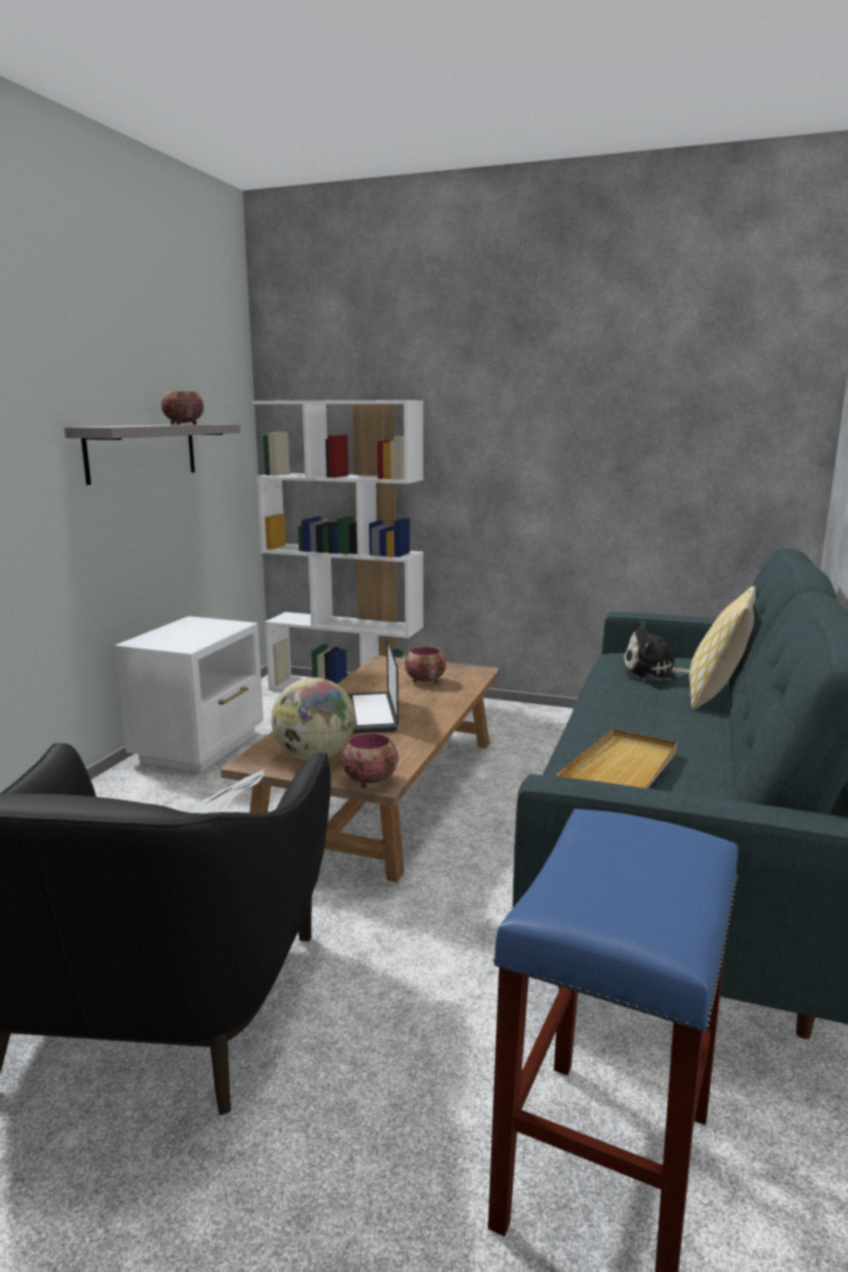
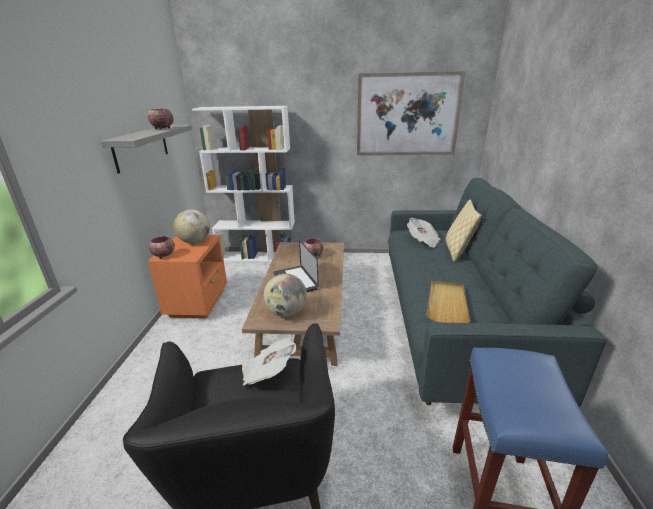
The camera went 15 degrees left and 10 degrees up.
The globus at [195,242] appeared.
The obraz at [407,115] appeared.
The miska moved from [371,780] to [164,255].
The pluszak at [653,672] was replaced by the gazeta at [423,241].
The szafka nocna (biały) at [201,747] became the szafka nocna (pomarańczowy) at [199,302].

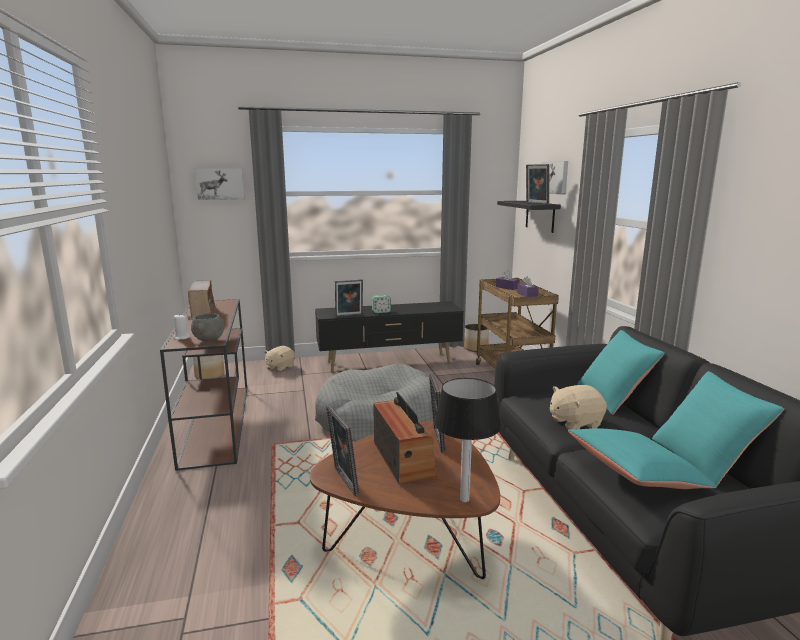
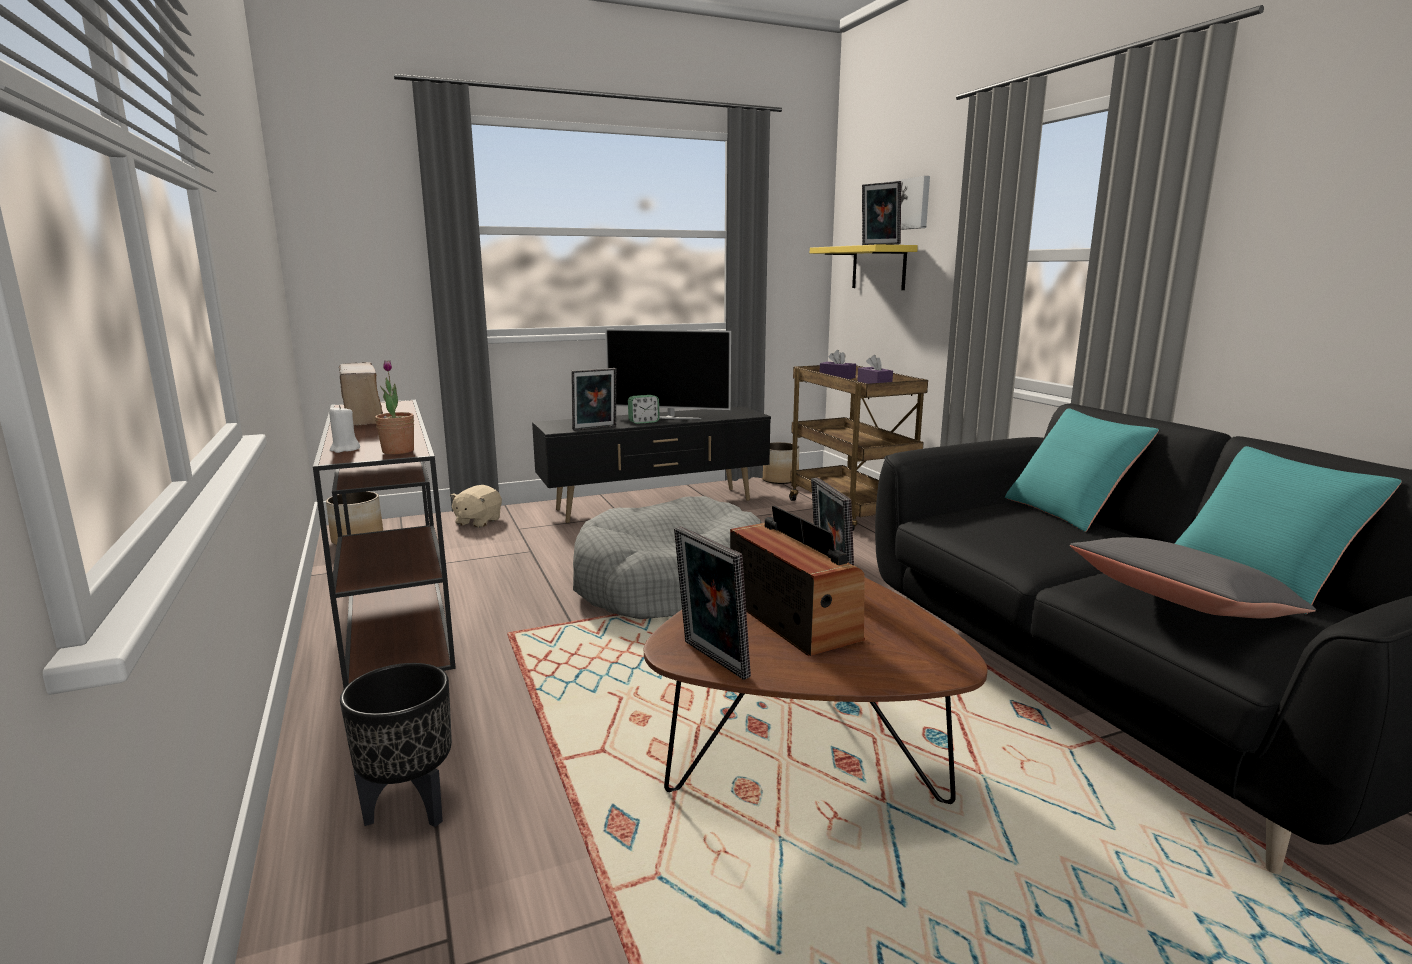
The camera went 10 degrees left and 0 degrees up.
The obraz at [220,184] disappeared.
The lampa stołowa at [465,499] disappeared.
The pluszak (beżowy) at [574,422] disappeared.
The donica (czarny) at [410,809] appeared.
The telewizor at [669,417] appeared.
The miska (szary) at [208,340] was replaced by the roślina doniczkowa at [398,451].
The półka (czarny) at [540,216] became the półka (żółty) at [878,267].
The poduszka (turkusowy) at [635,475] became the poduszka (szary) at [1182,607].

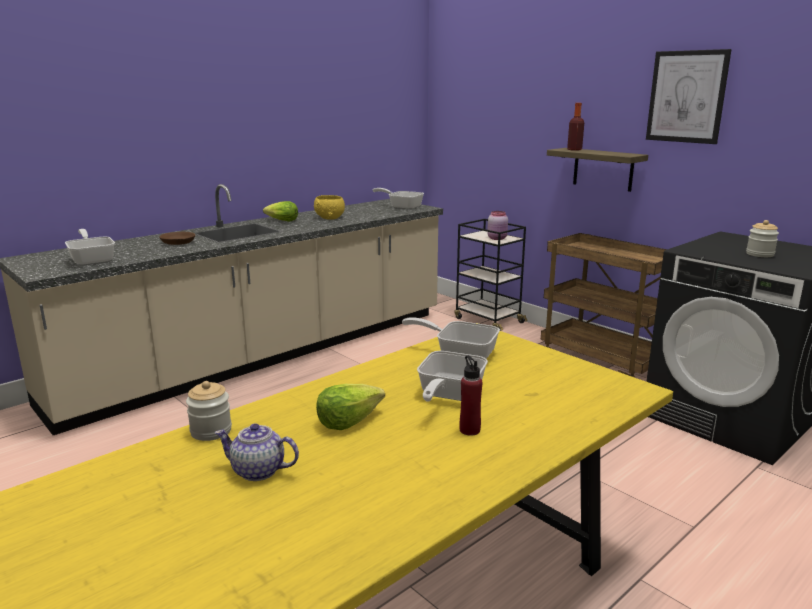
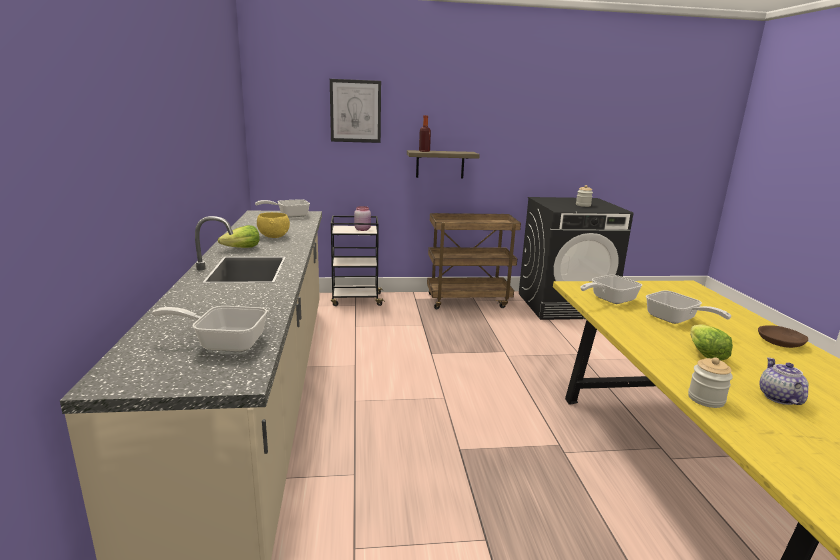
The camera went 55 degrees left and 0 degrees up.
The butelka (czerwony) at [469,430] disappeared.
The miska (brązowy) moved from [178,243] to [781,342].
The obraz moved from [686,97] to [355,111].
The imbryk at [257,471] turned 135 degrees clockwise.

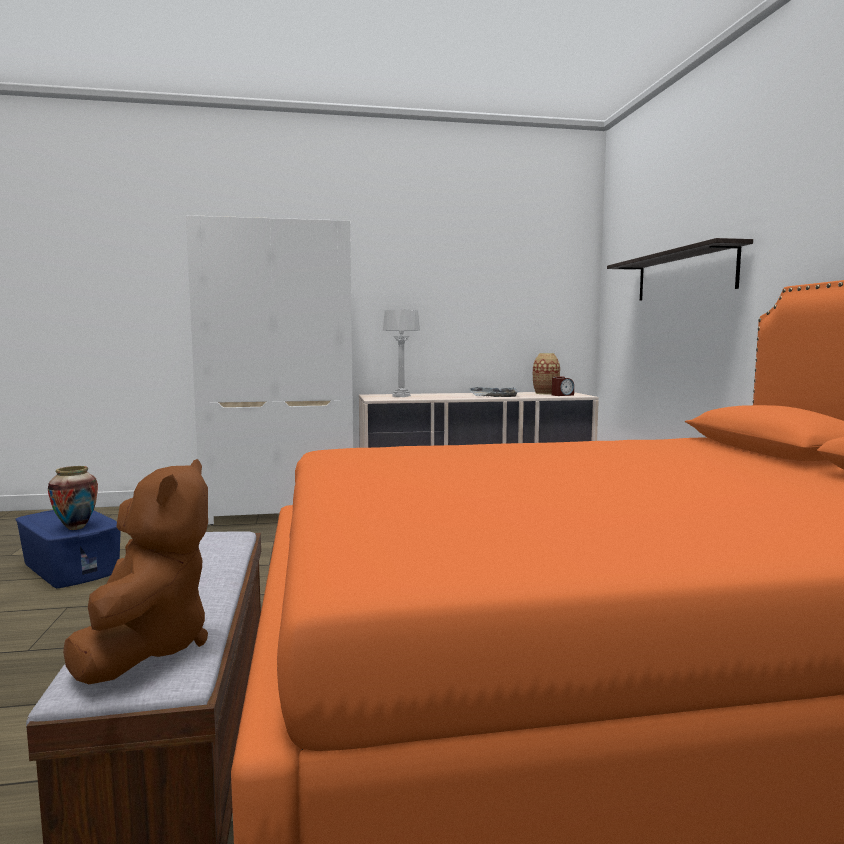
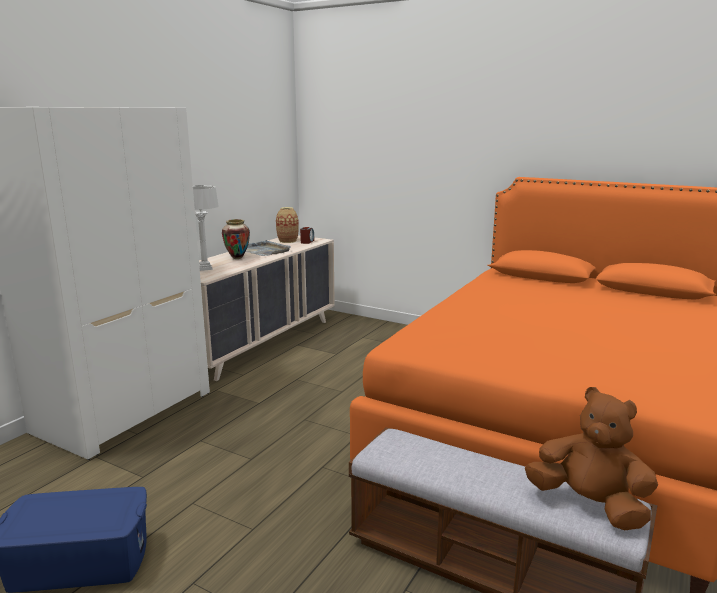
The camera went 50 degrees left and 10 degrees up.
The półka at [684,275] disappeared.
The wazon moved from [76,528] to [237,258].

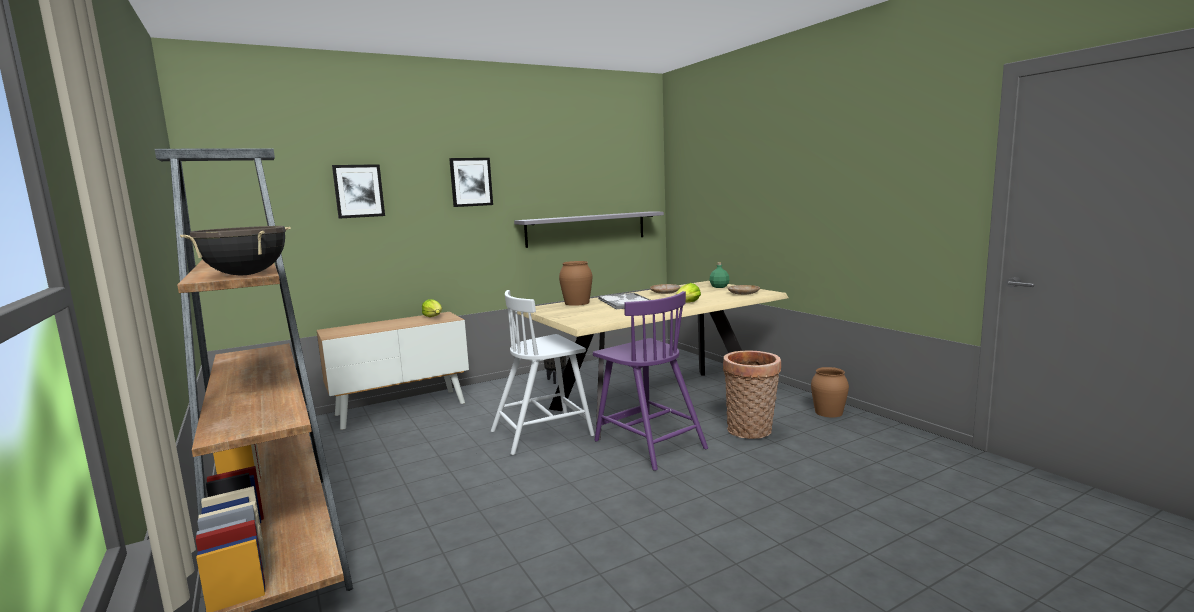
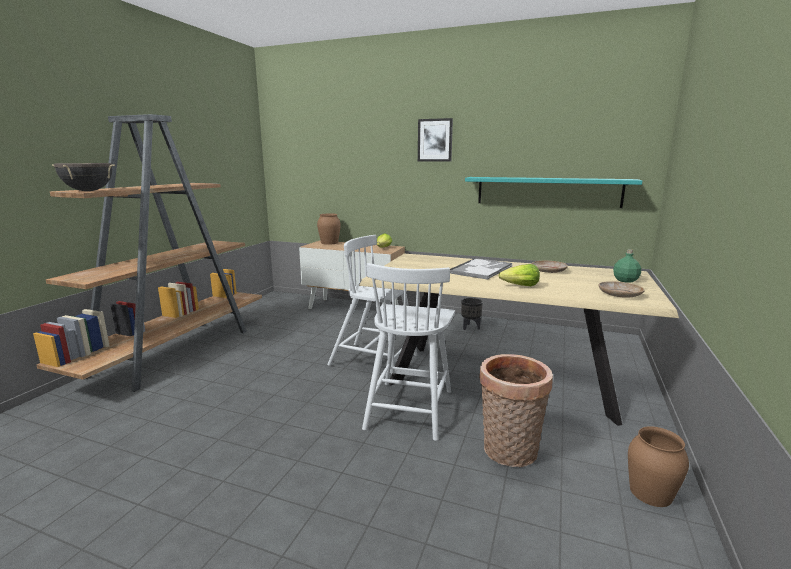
The camera went 50 degrees right and 5 degrees up.
The obraz at [358,191] disappeared.
The wazon (brązowy) moved from [577,303] to [329,243].
The półka (szary) at [586,228] became the półka (turkusowy) at [547,191].
The krzesło (fioletowy) at [648,443] became the krzesło (biały) at [409,408].

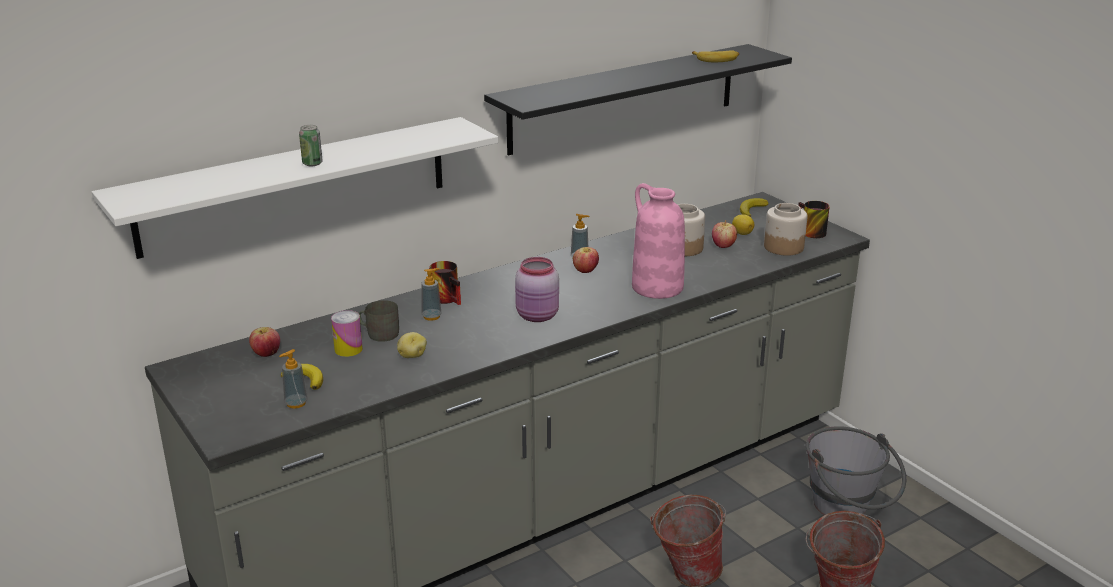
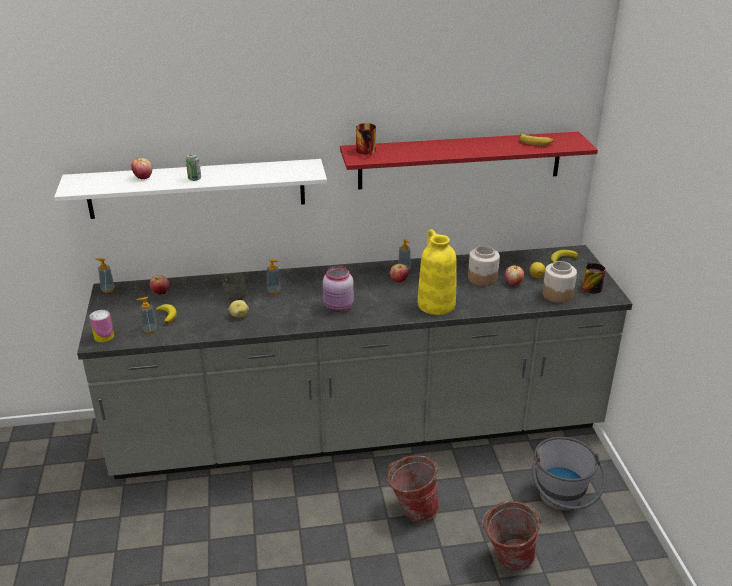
The camera went 25 degrees right and 5 degrees up.
The dozownik mydła at [108,289] appeared.
The jabłko at [143,177] appeared.
The puszka moved from [348,349] to [104,336].
The kubek moved from [449,298] to [368,151].
The półka (czarny) at [624,98] became the półka (czerwony) at [460,160].
The wazon (różowy) at [656,287] became the wazon (żółty) at [435,304].

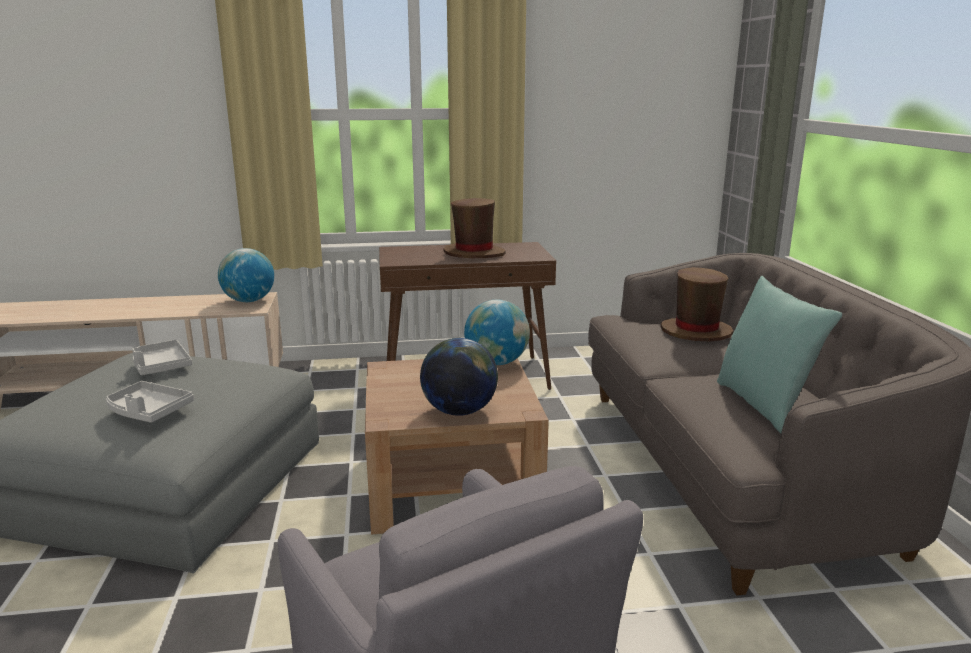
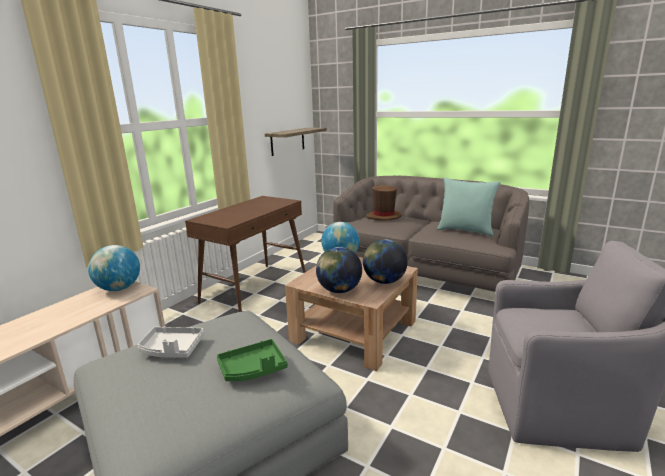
The camera went 50 degrees left and 0 degrees up.
The kapelusz (brązowy) at [474,253] disappeared.
The półka at [287,141] appeared.
The globus at [339,290] appeared.
The taca (szary) at [148,411] became the taca (zielony) at [253,369].

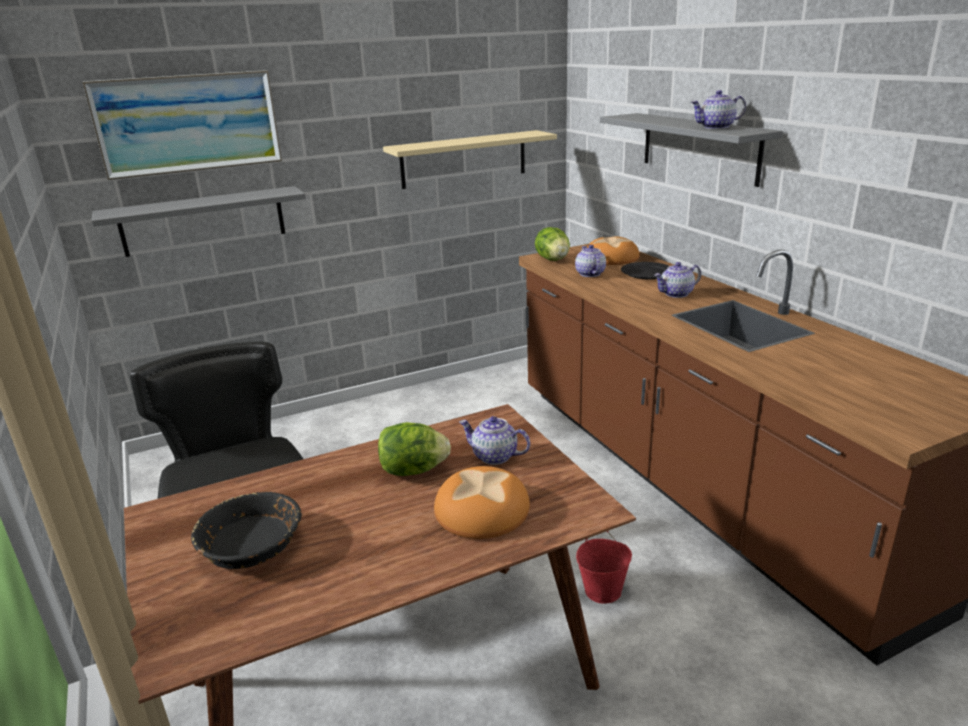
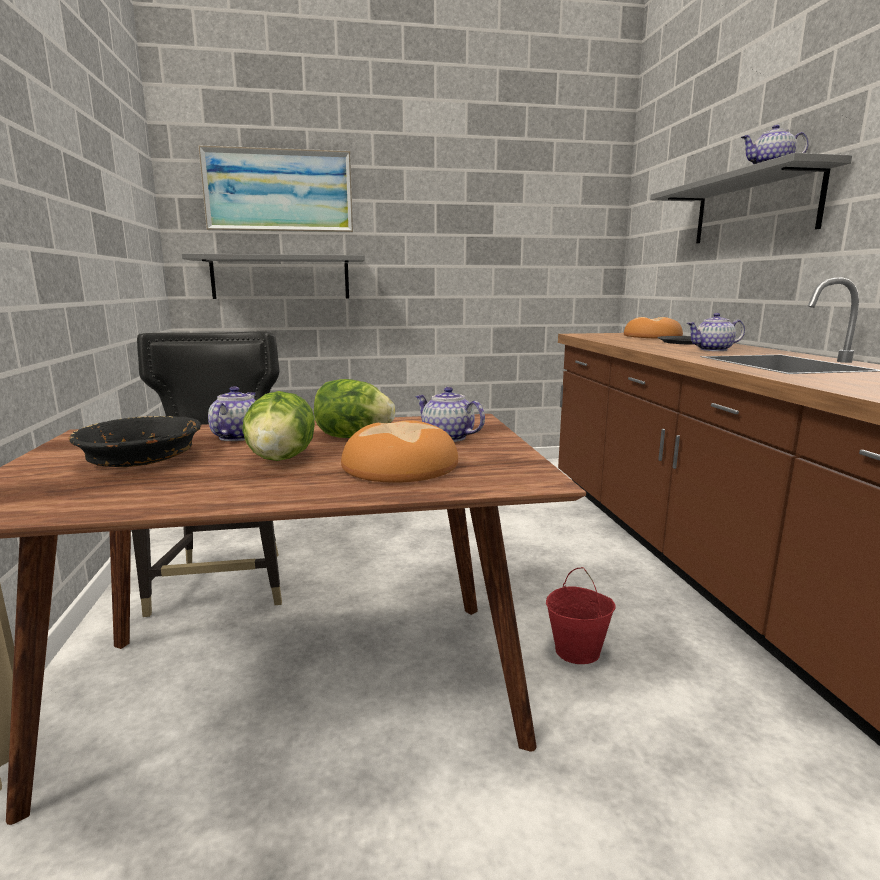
The camera went 15 degrees right and 10 degrees down.
The półka (beżowy) at [464,159] disappeared.
The sałata moved from [553,260] to [281,459].
The imbryk moved from [589,274] to [237,437].

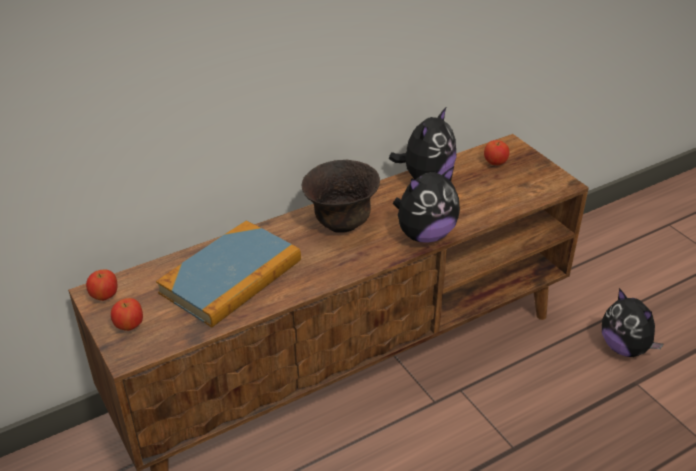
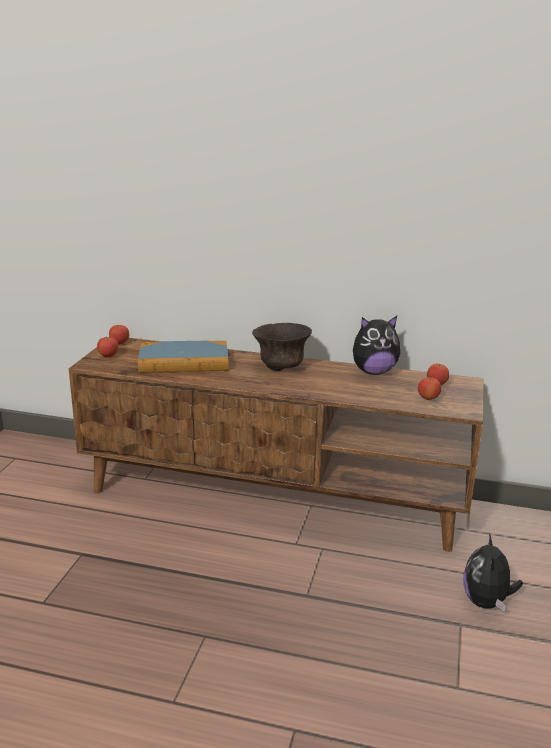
The camera went 45 degrees right and 15 degrees down.
The pluszak at [424,235] disappeared.
The jabłko at [428,398] appeared.

